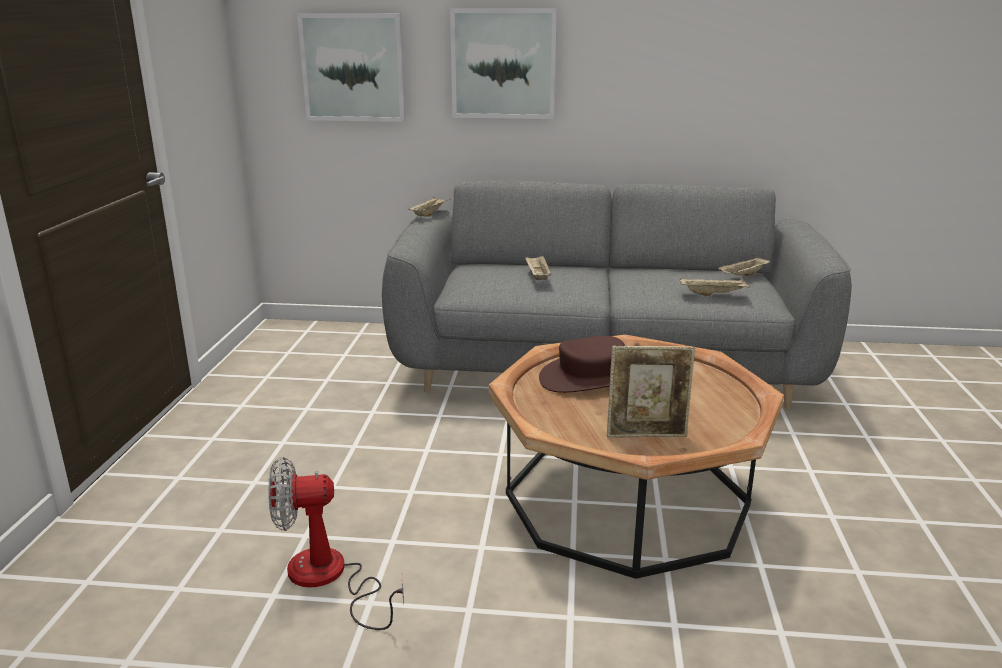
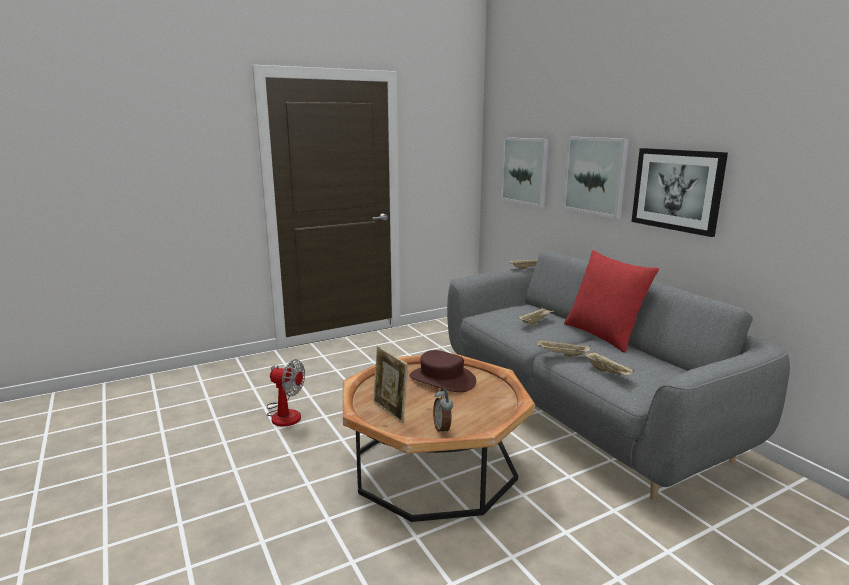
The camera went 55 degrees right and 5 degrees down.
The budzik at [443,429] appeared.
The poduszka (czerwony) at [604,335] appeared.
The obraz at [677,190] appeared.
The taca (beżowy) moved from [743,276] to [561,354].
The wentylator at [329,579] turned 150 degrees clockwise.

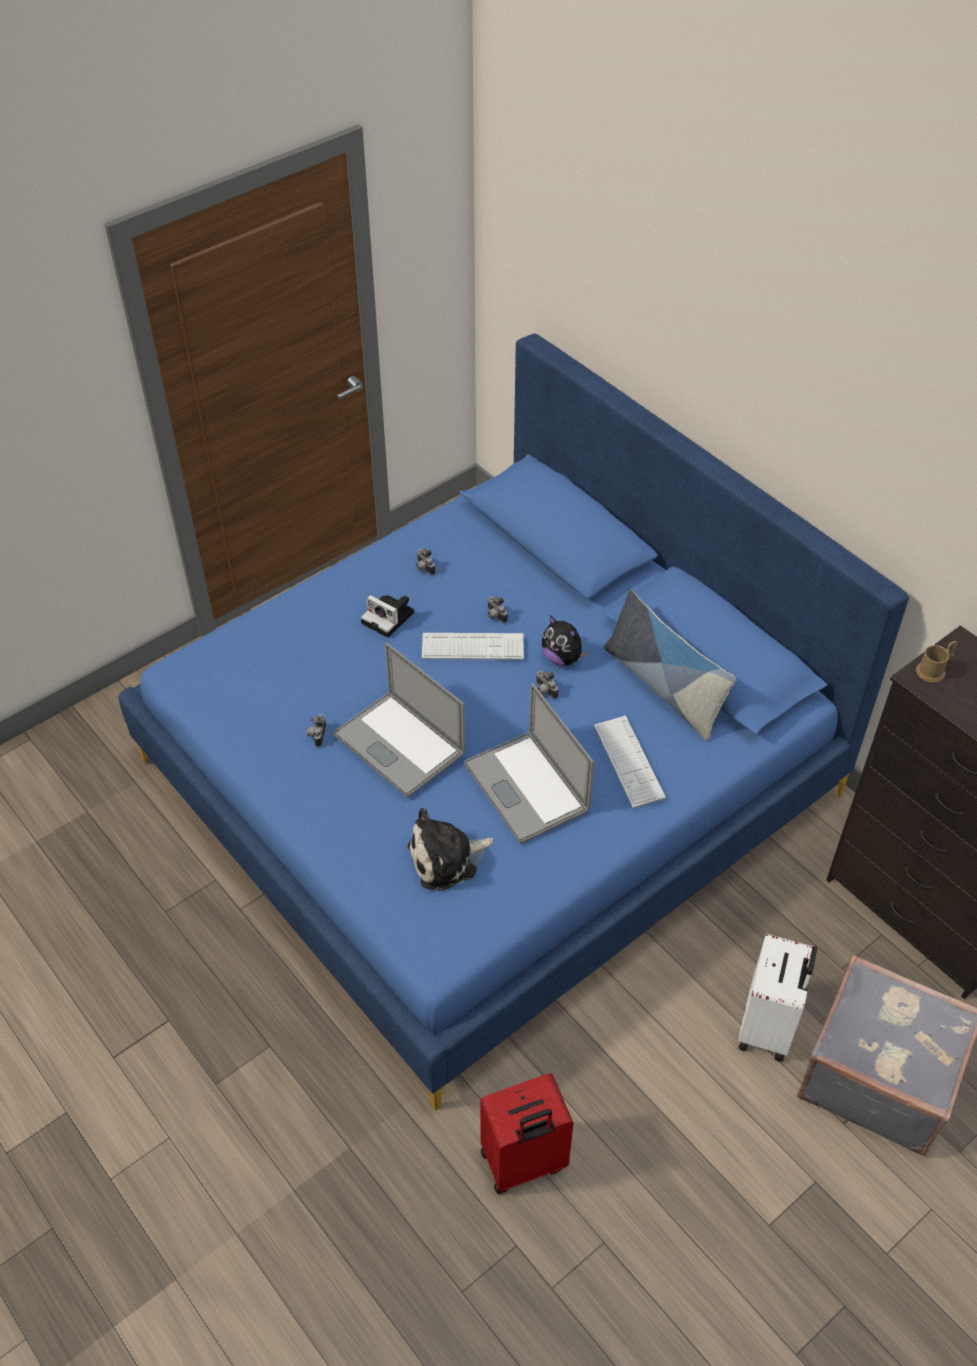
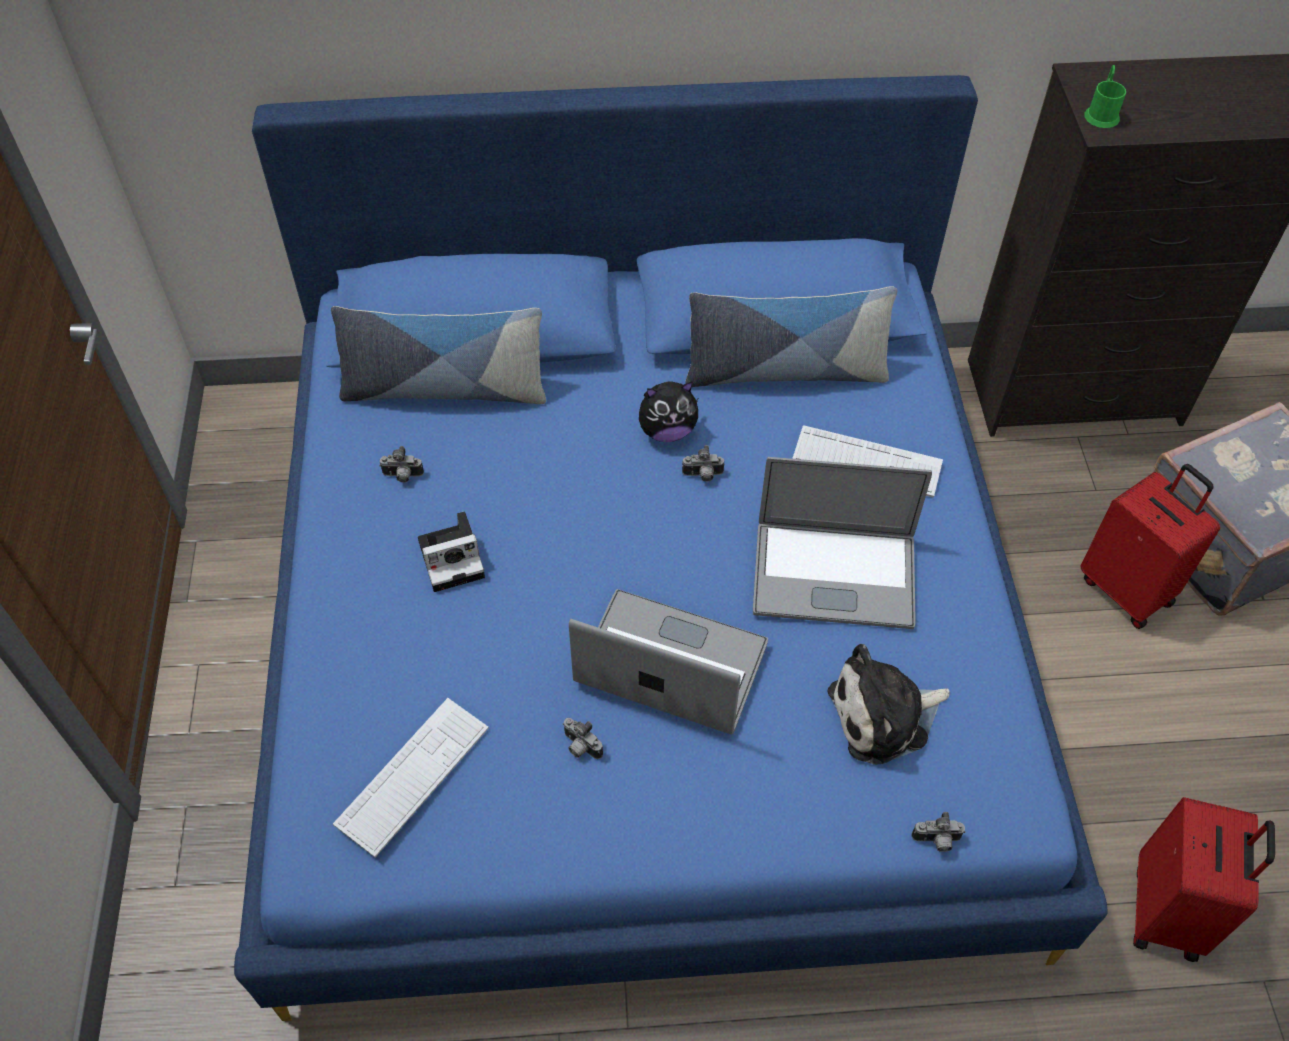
The camera went 55 degrees left and 5 degrees up.
The poduszka at [445,389] appeared.
The klawiatura moved from [472,647] to [413,776].
The aparat fotograficzny moved from [495,616] to [936,841].
The walizka (biały) at [768,1027] became the walizka (czerwony) at [1127,589].
The kubek (brązowy) at [934,670] became the kubek (zielony) at [1101,113].
The laptop at [399,744] turned 150 degrees counterclockwise.
The pluszak at [447,859] turned 60 degrees clockwise.

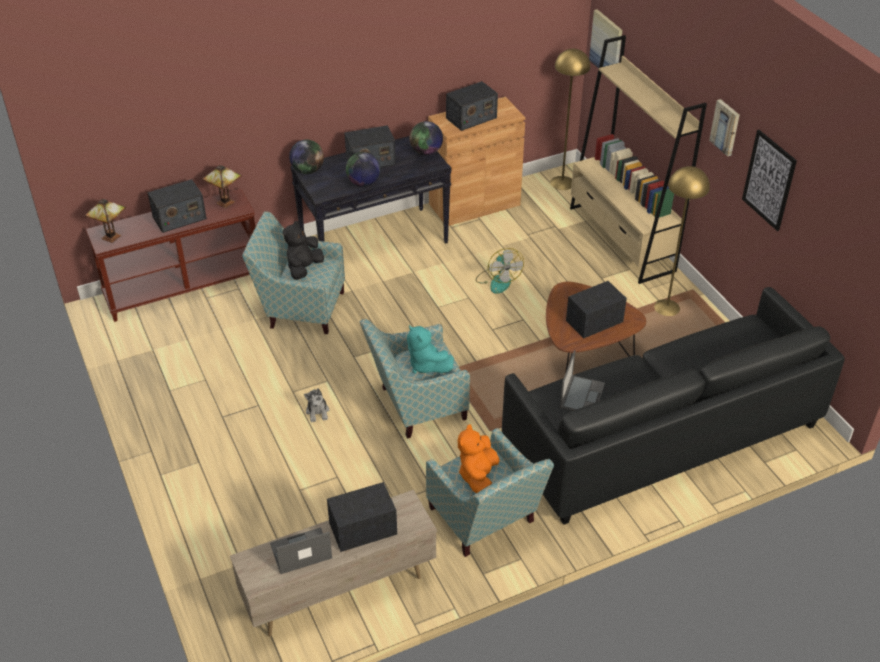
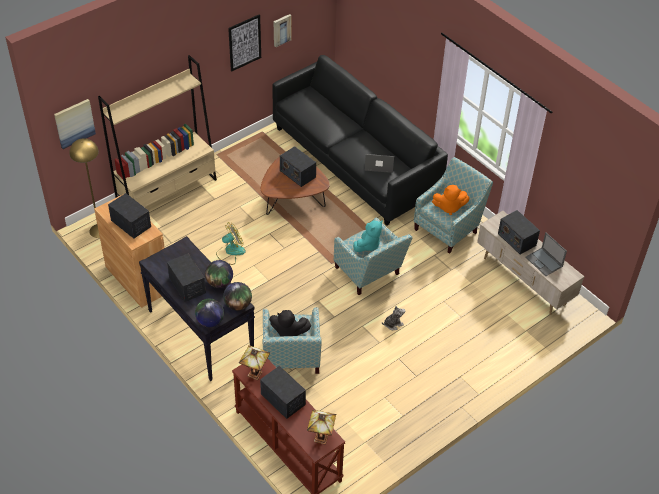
The camera went 105 degrees left and 5 degrees up.
The lampa stojąca (żółty) at [667,308] disappeared.
The globus moved from [426,152] to [238,305].
The obraz moved from [726,127] to [281,30].

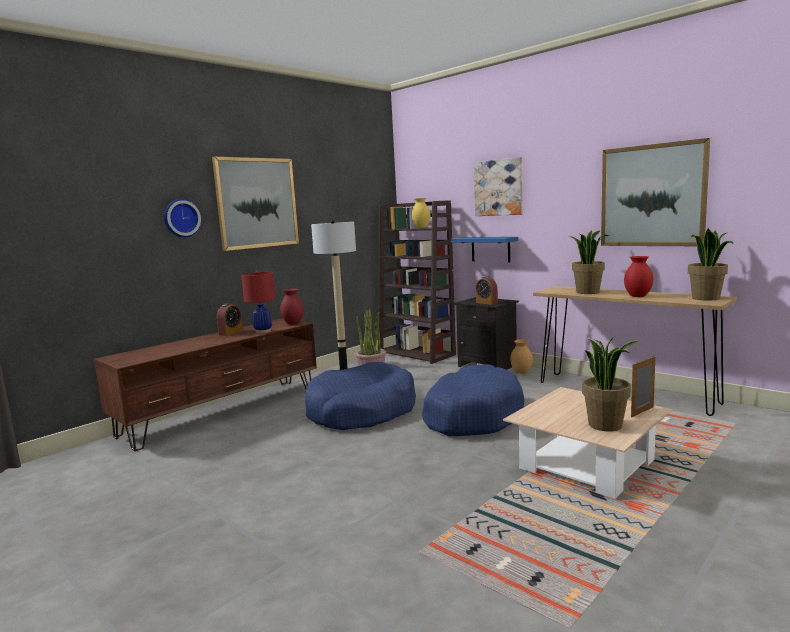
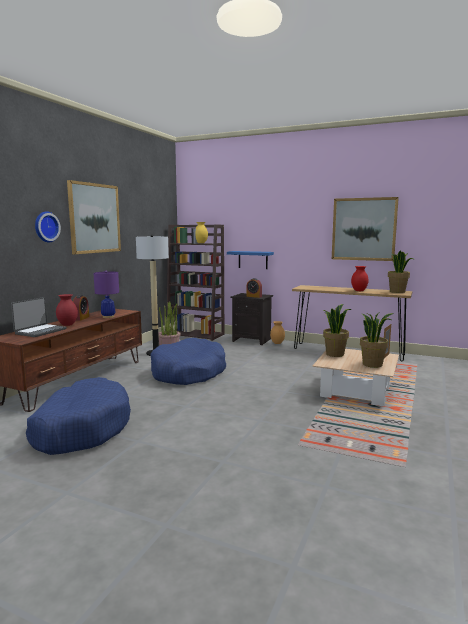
The camera went 20 degrees left and 0 degrees up.
The obraz at [498,187] disappeared.
The laptop at [40,331] appeared.
The wazon (czerwony) moved from [293,323] to [67,325].
The legowisko (niebieski) moved from [471,415] to [81,428].
The roślina doniczkowa moved from [587,292] to [334,354].
The lampa stołowa (czerwony) at [263,331] became the lampa stołowa (fioletowy) at [108,317].

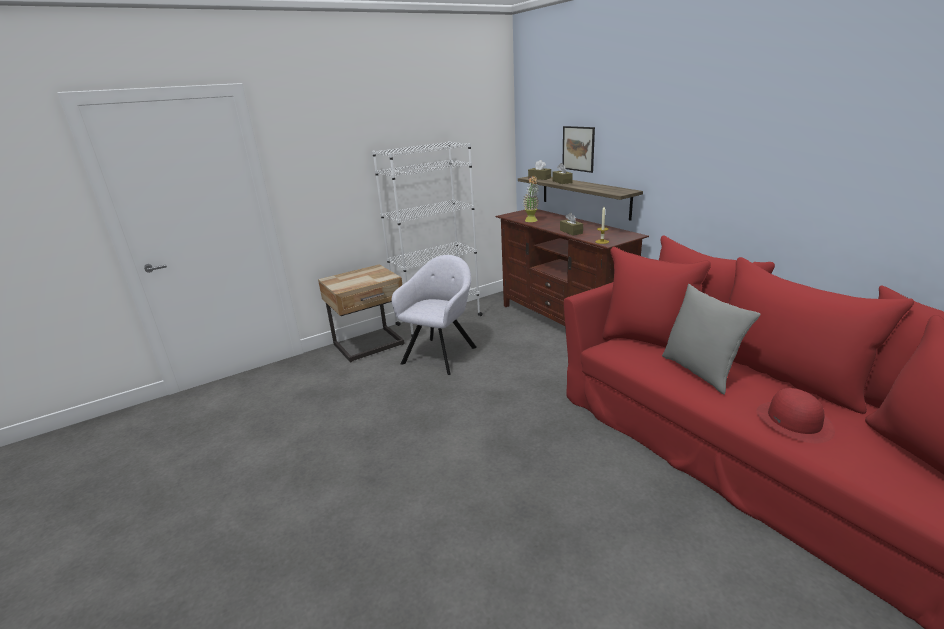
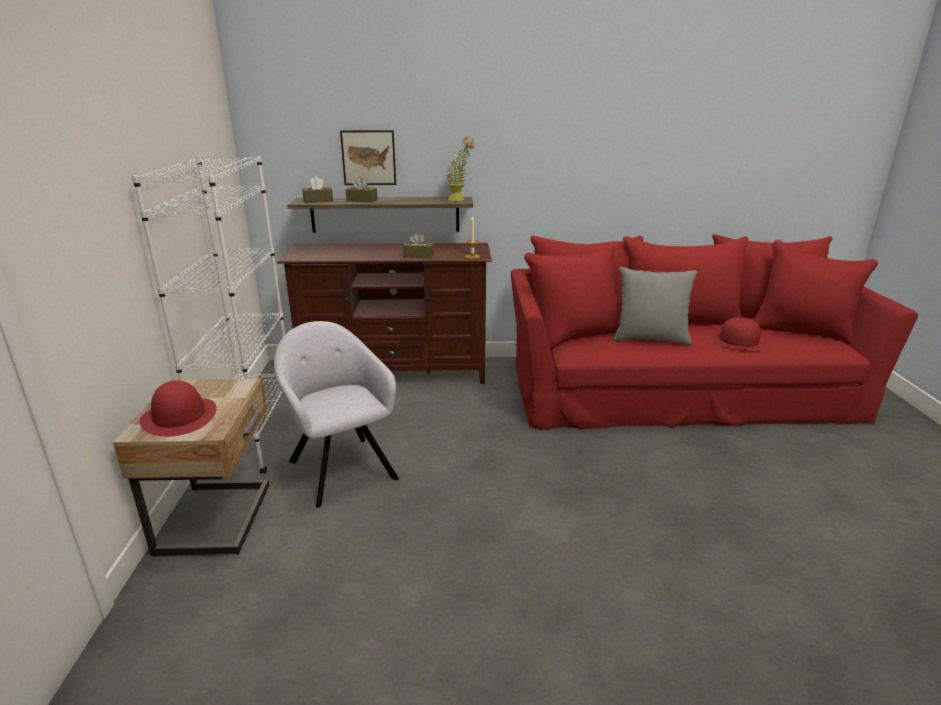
The camera went 60 degrees left and 0 degrees up.
The kapelusz (czerwony) at [179,416] appeared.
The roślina doniczkowa moved from [532,221] to [460,200].

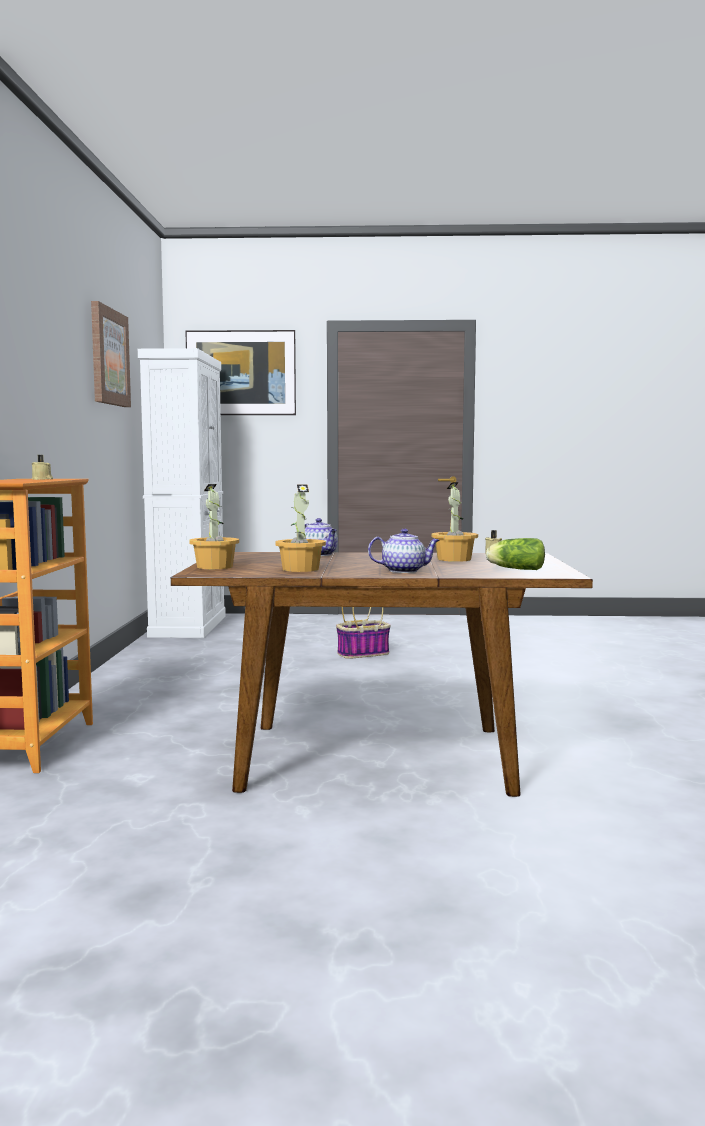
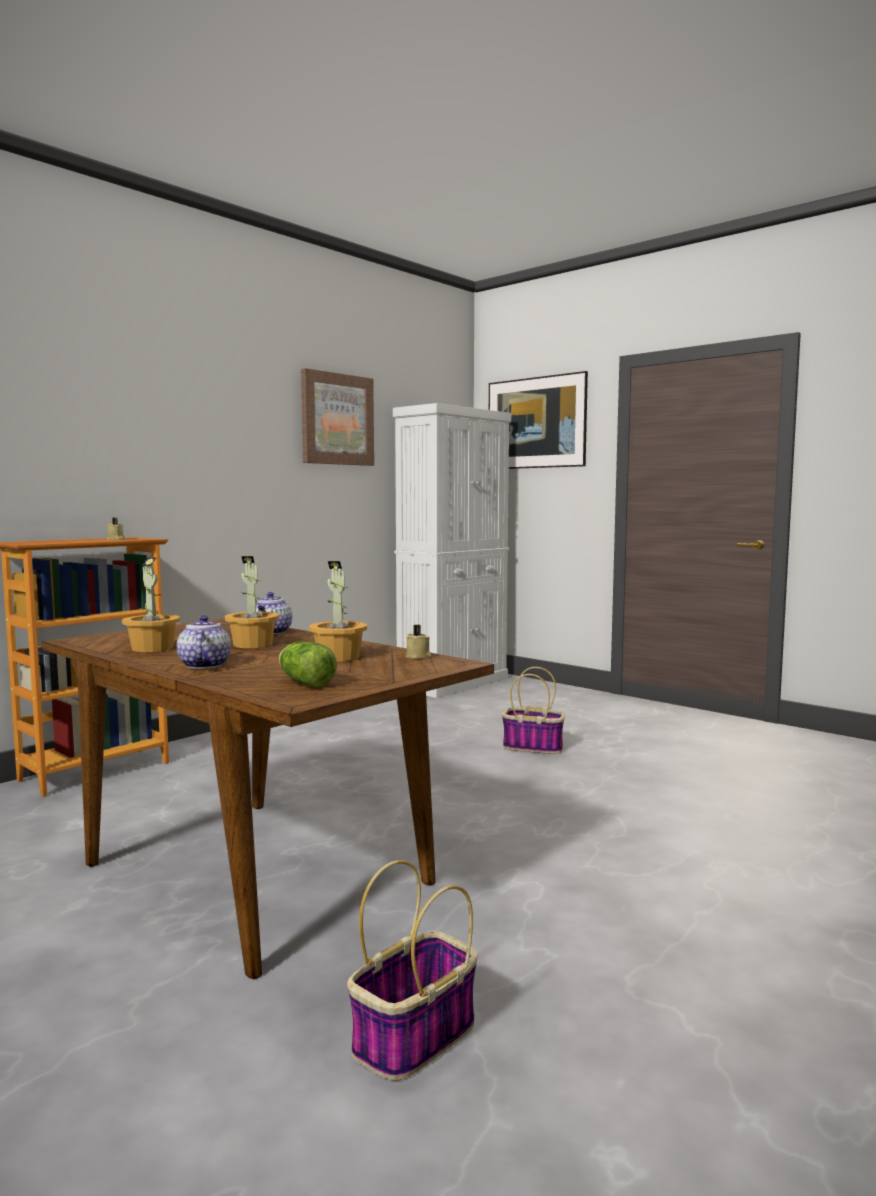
The camera went 40 degrees right and 0 degrees up.
The koszyk at [414,1038] appeared.
The roślina doniczkowa moved from [215,567] to [252,644].
The imbryk at [404,571] turned 135 degrees counterclockwise.

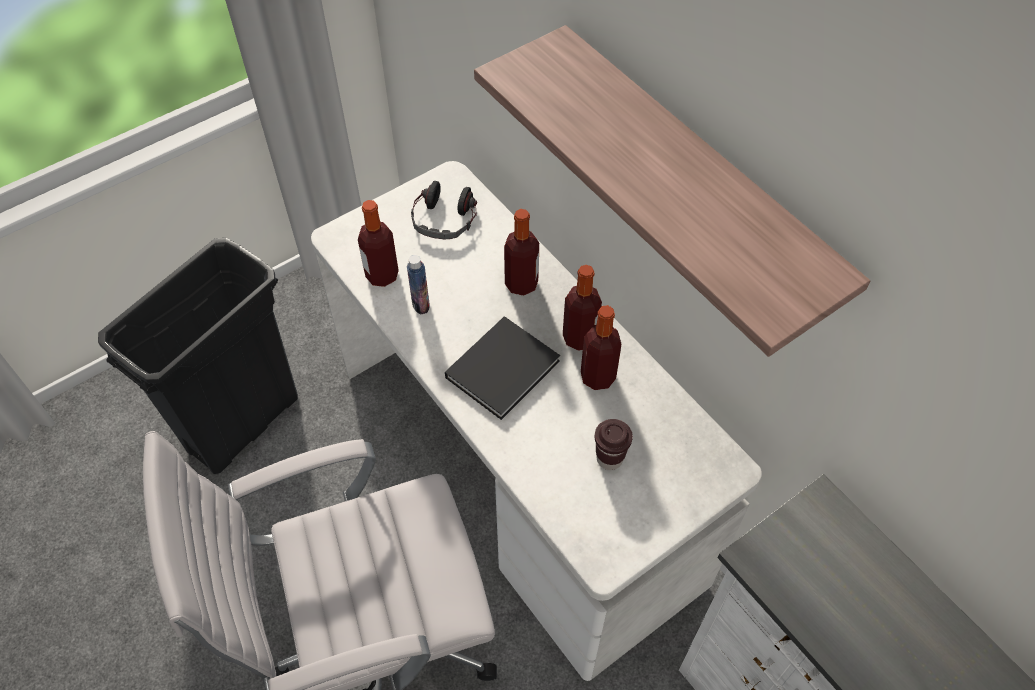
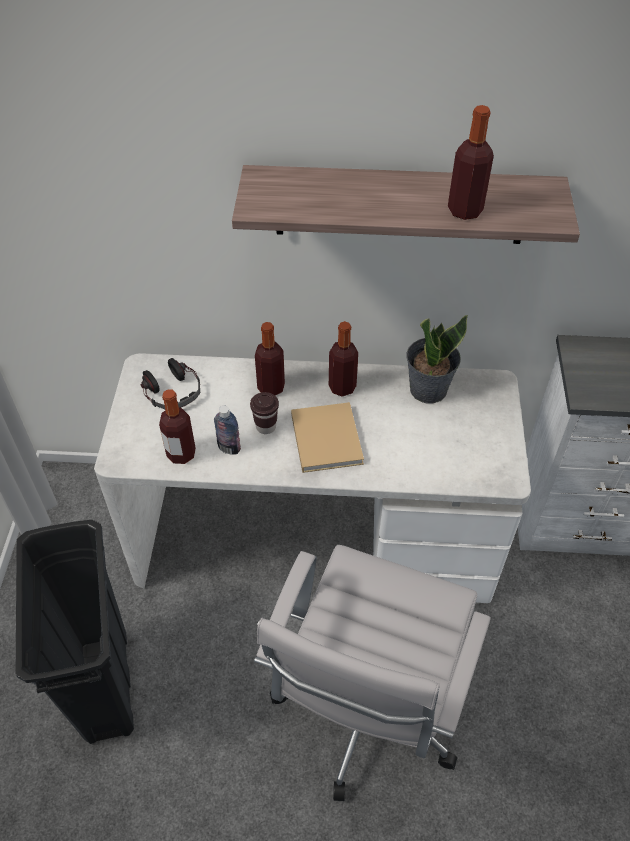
The camera went 50 degrees left and 5 degrees down.
The roślina doniczkowa at [427,388] appeared.
The butelka moved from [598,377] to [465,210].
The filiżanka (brązowy) moved from [609,458] to [266,426].
The książka (czarny) at [505,367] became the książka (beżowy) at [326,437].

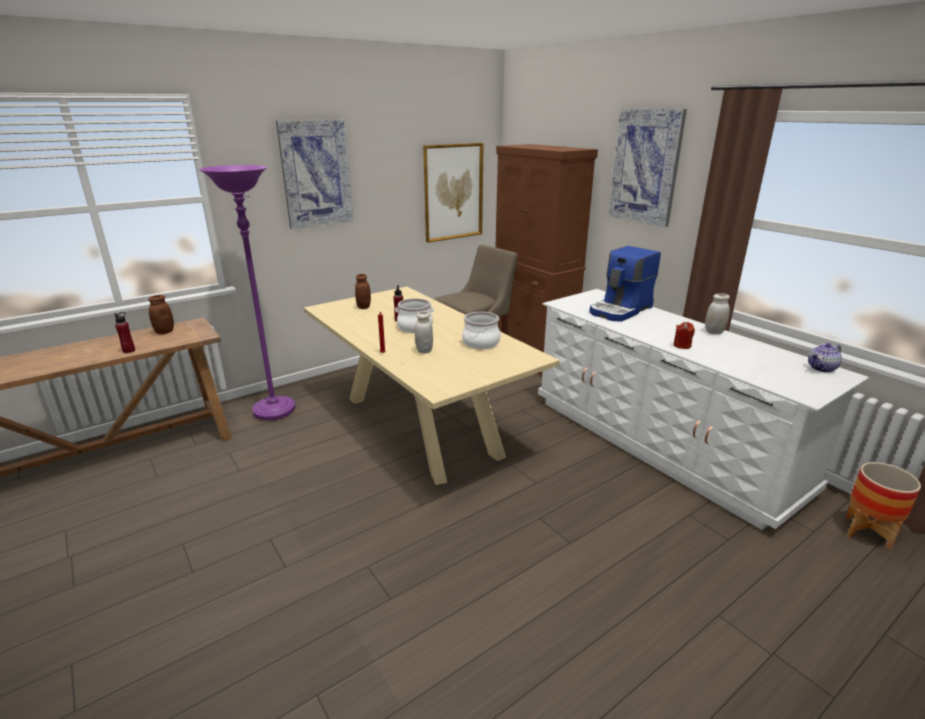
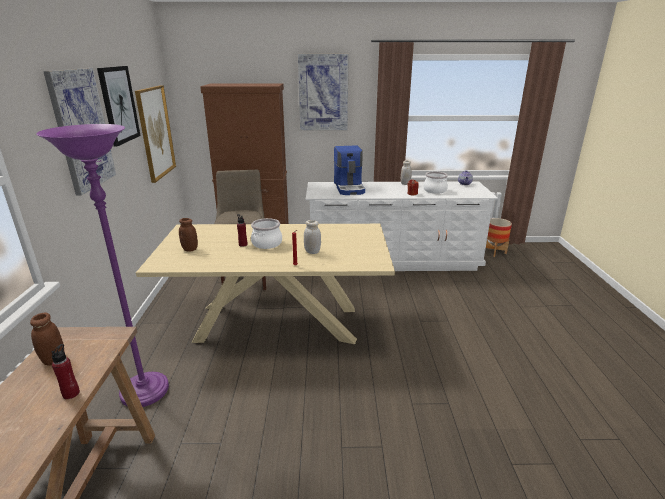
The camera went 55 degrees left and 0 degrees up.
The obraz at [119,105] appeared.
The garnek moved from [480,343] to [434,190].

